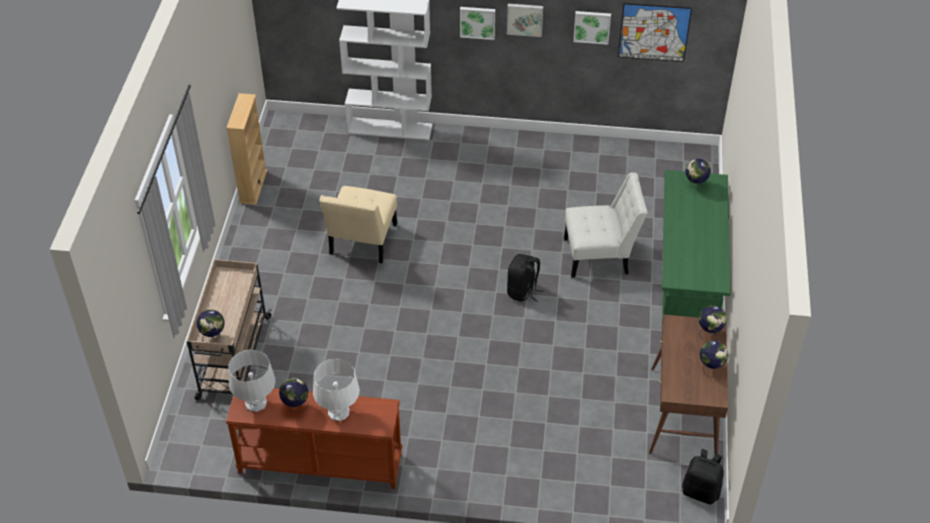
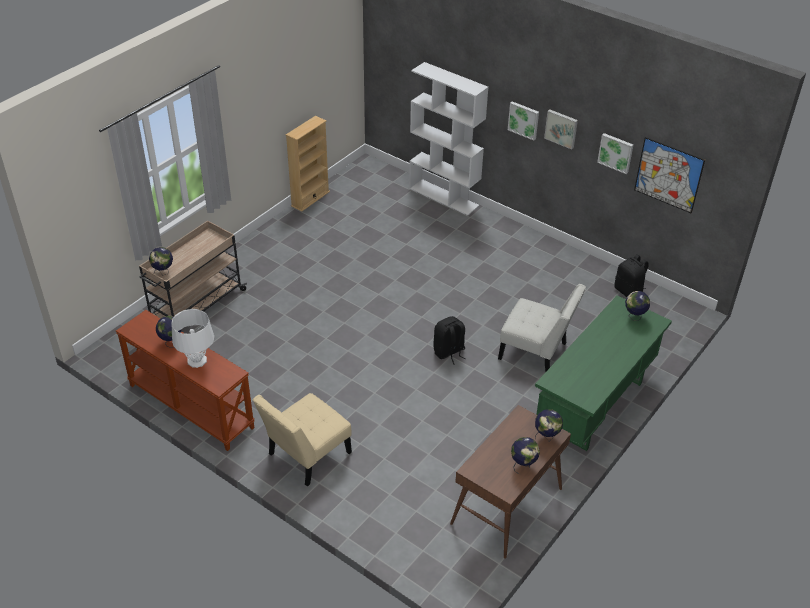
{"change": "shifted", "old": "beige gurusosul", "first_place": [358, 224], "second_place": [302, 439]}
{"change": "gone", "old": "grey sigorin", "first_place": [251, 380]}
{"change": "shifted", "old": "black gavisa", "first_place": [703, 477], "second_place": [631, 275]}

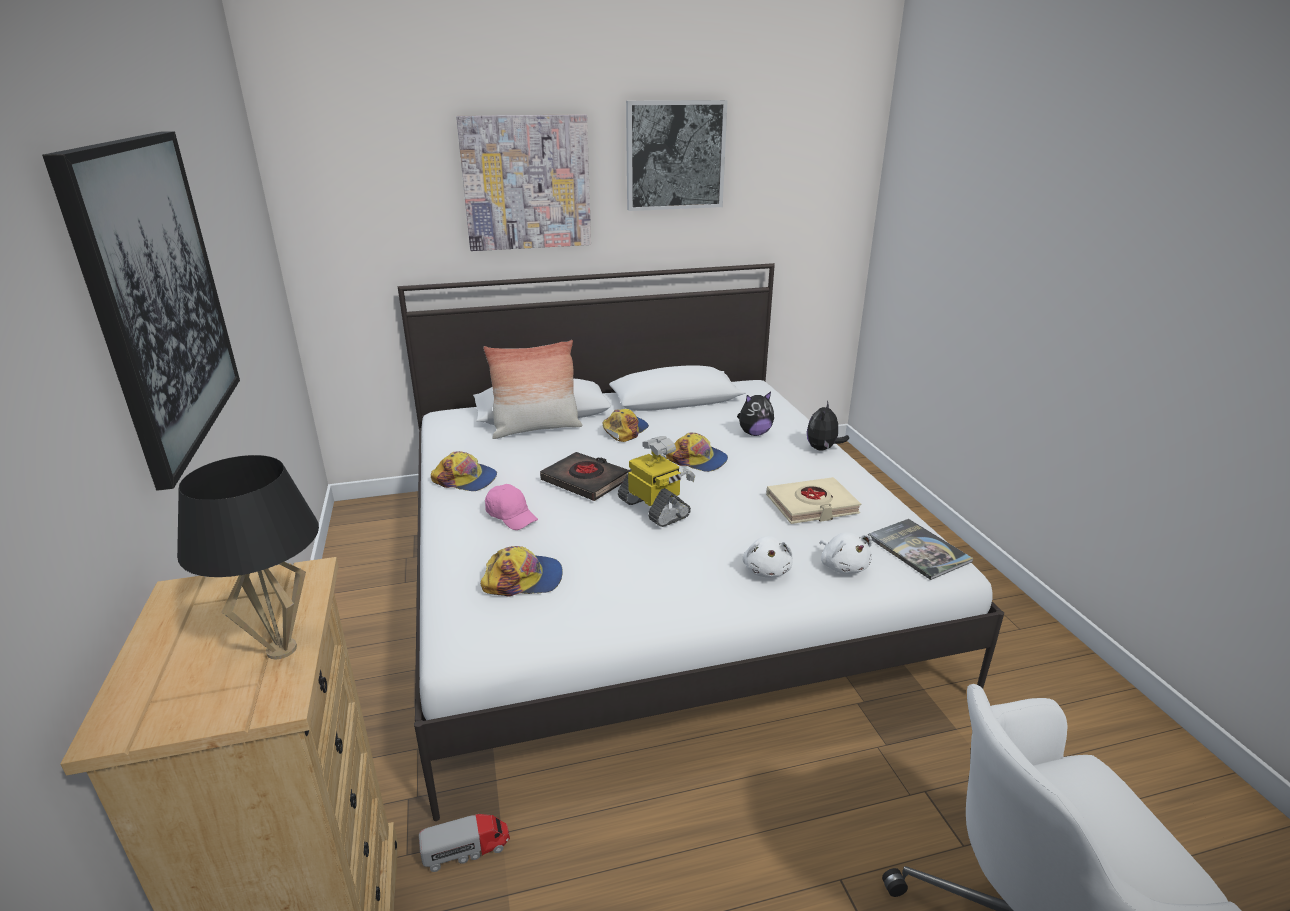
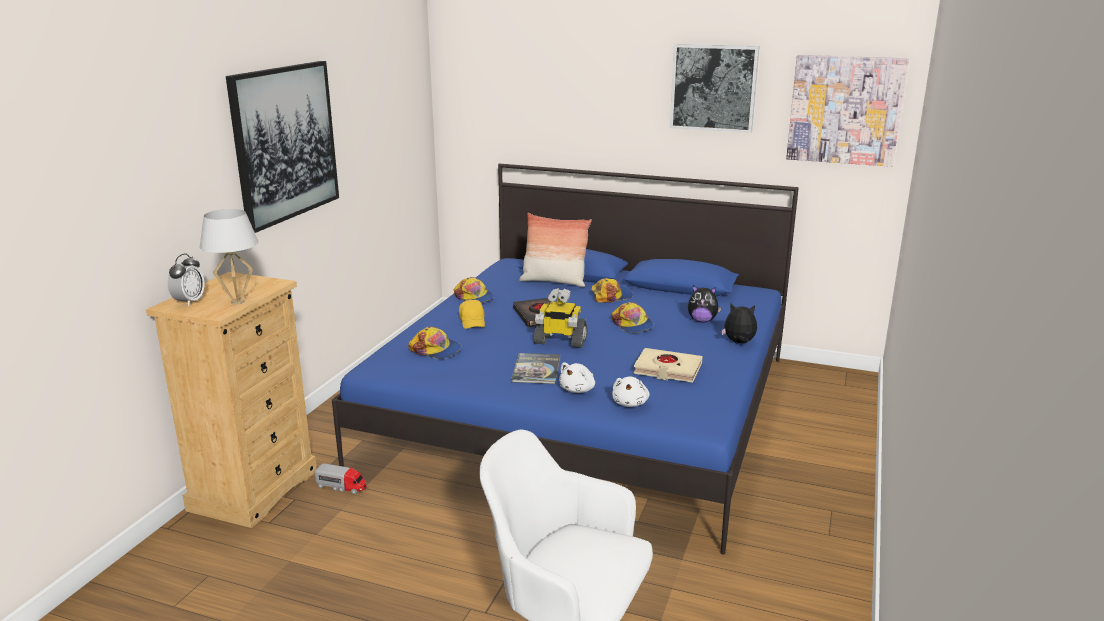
{"change": "shifted", "old": "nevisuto", "first_place": [523, 182], "second_place": [847, 111]}
{"change": "repainted", "old": "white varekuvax", "new": "blue varekuvax", "first_place": [701, 542], "second_place": [565, 359]}
{"change": "rotated", "old": "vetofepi", "first_place": [828, 425], "second_place": [739, 323], "degrees": 45}
{"change": "rotated", "old": "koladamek", "first_place": [656, 481], "second_place": [560, 318], "degrees": 105}
{"change": "repainted", "old": "black sigorin", "new": "white sigorin", "first_place": [248, 557], "second_place": [229, 256]}
{"change": "repainted", "old": "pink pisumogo", "new": "yellow pisumogo", "first_place": [511, 507], "second_place": [472, 314]}
{"change": "shifted", "old": "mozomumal", "first_place": [921, 549], "second_place": [535, 368]}
{"change": "new", "new": "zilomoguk", "second_place": [186, 280]}

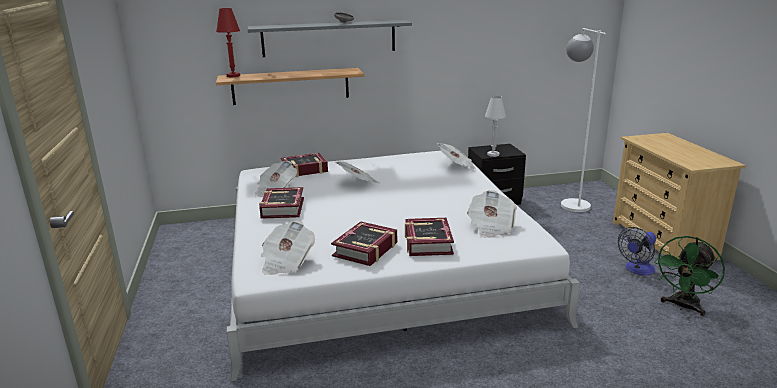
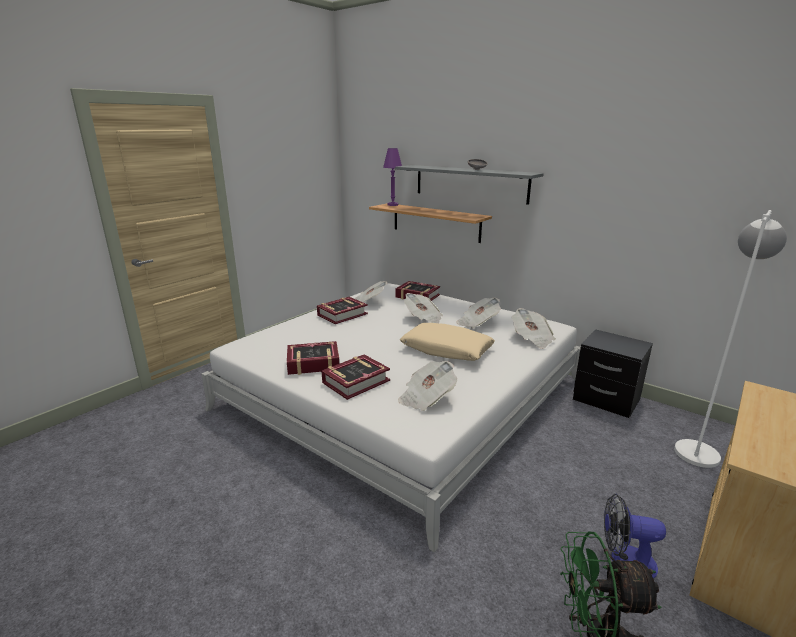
{"change": "repainted", "old": "red sigorin", "new": "purple sigorin", "first_place": [228, 42], "second_place": [392, 177]}
{"change": "gone", "old": "white sigorin", "first_place": [495, 126]}
{"change": "shifted", "old": "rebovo", "first_place": [288, 248], "second_place": [478, 313]}
{"change": "new", "new": "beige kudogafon", "second_place": [447, 342]}

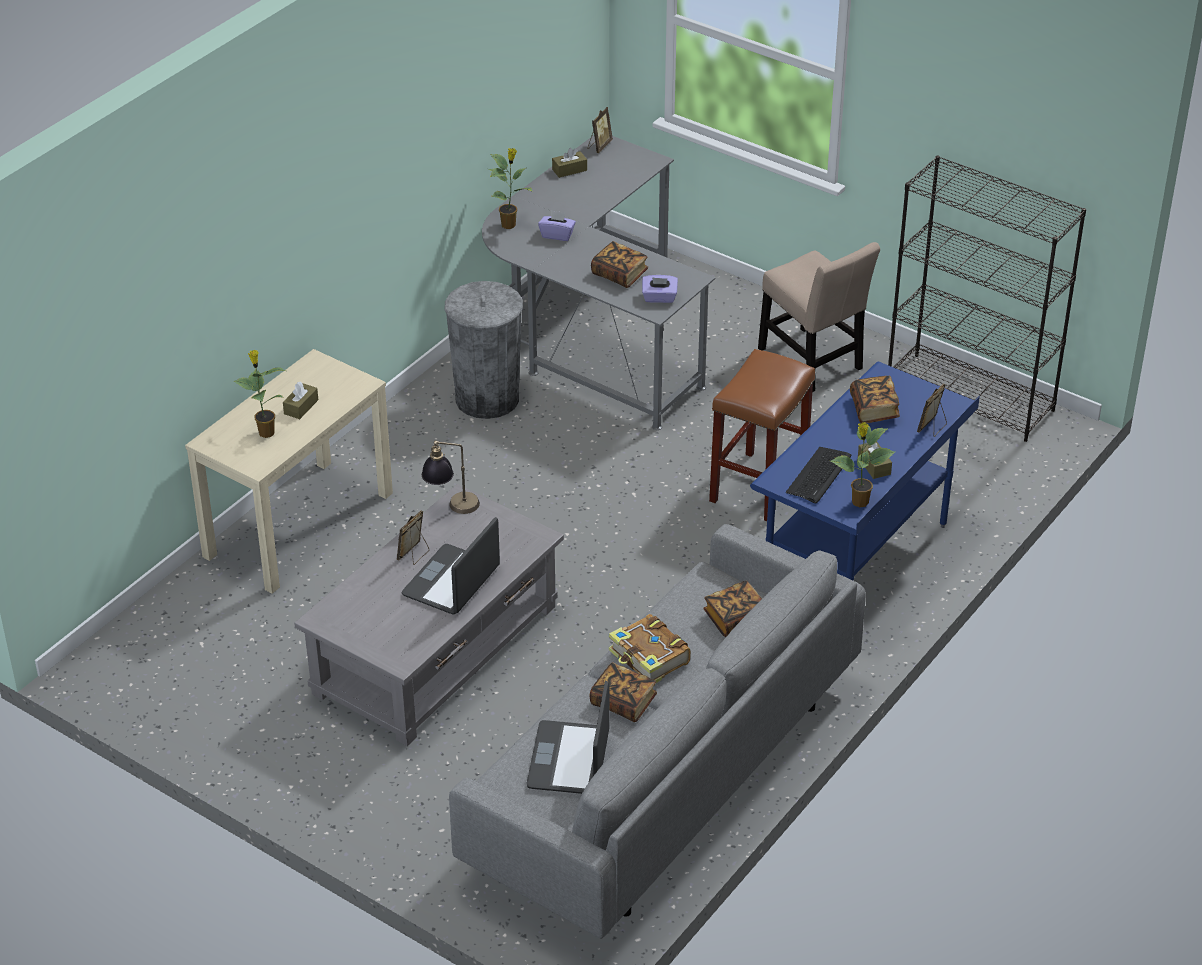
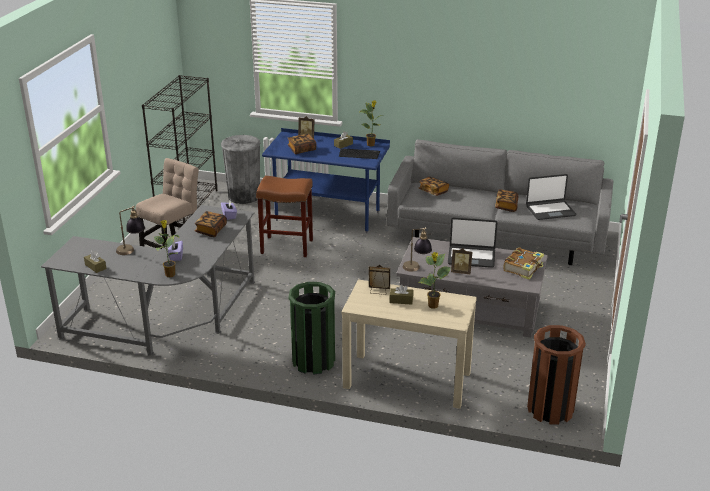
{"change": "shifted", "old": "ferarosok", "first_place": [600, 130], "second_place": [379, 280]}
{"change": "shifted", "old": "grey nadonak", "first_place": [484, 350], "second_place": [241, 169]}
{"change": "shifted", "old": "mozomumal", "first_place": [650, 648], "second_place": [523, 263]}
{"change": "new", "new": "sigorin", "second_place": [130, 230]}
{"change": "new", "new": "green nadonak", "second_place": [312, 328]}
{"change": "new", "new": "brown nadonak", "second_place": [556, 375]}

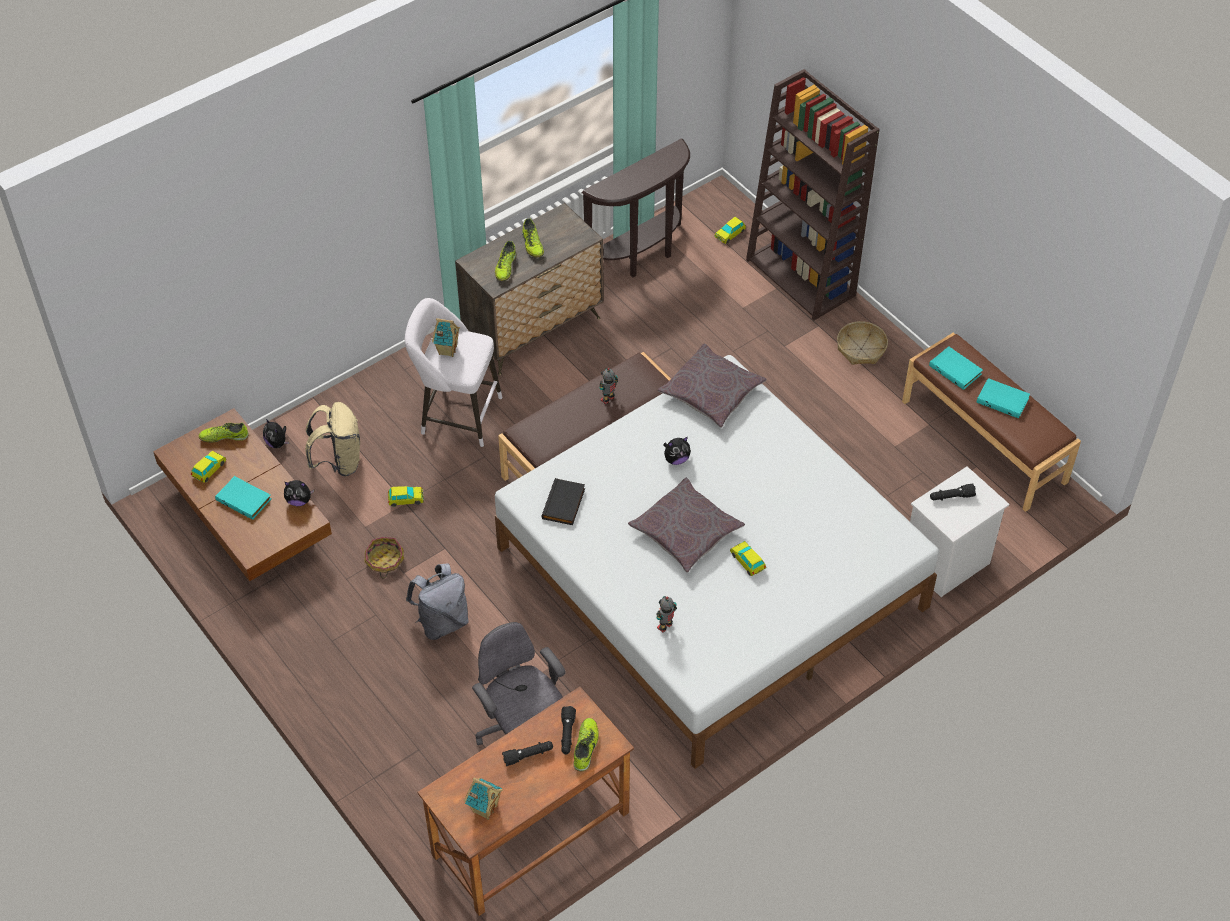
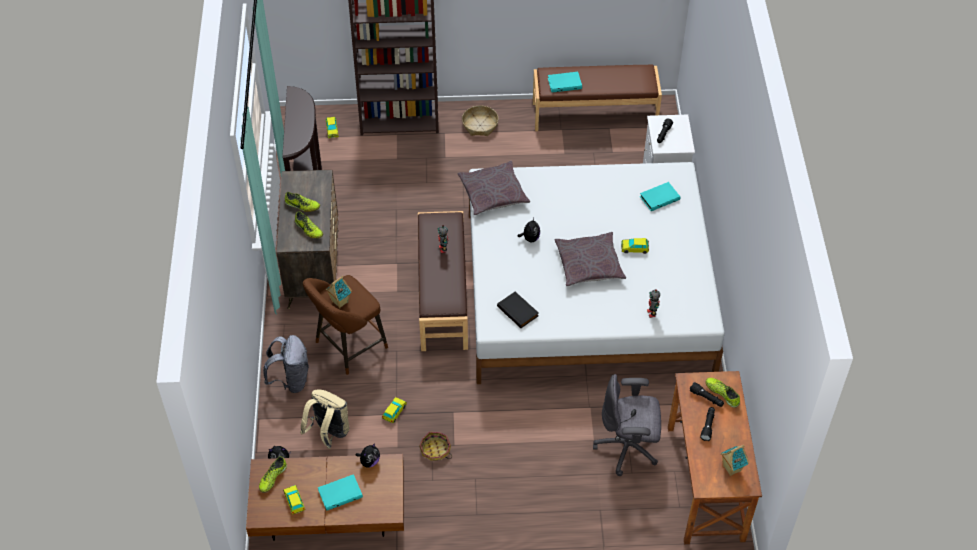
{"change": "repainted", "old": "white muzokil", "new": "brown muzokil", "first_place": [453, 372], "second_place": [345, 325]}
{"change": "shifted", "old": "turquoise mozomumal", "first_place": [1003, 398], "second_place": [660, 196]}
{"change": "shifted", "old": "grey gavisa", "first_place": [437, 601], "second_place": [286, 364]}

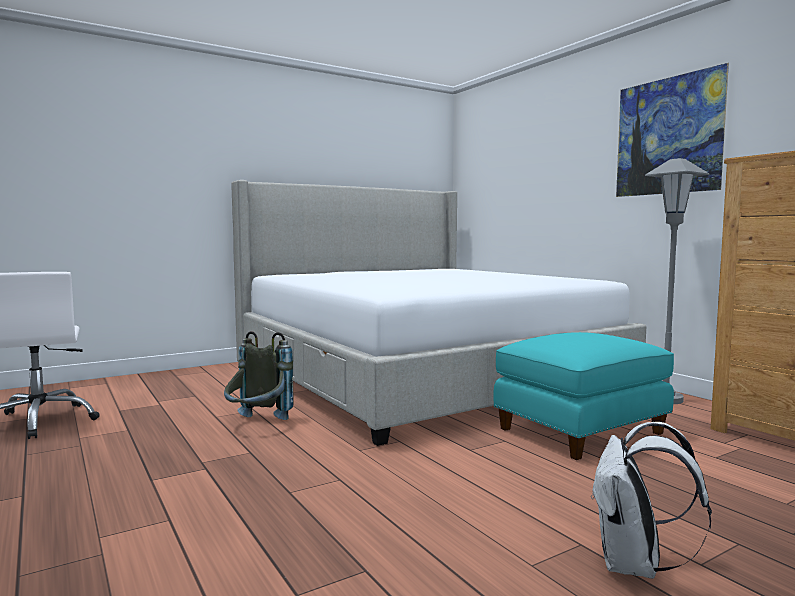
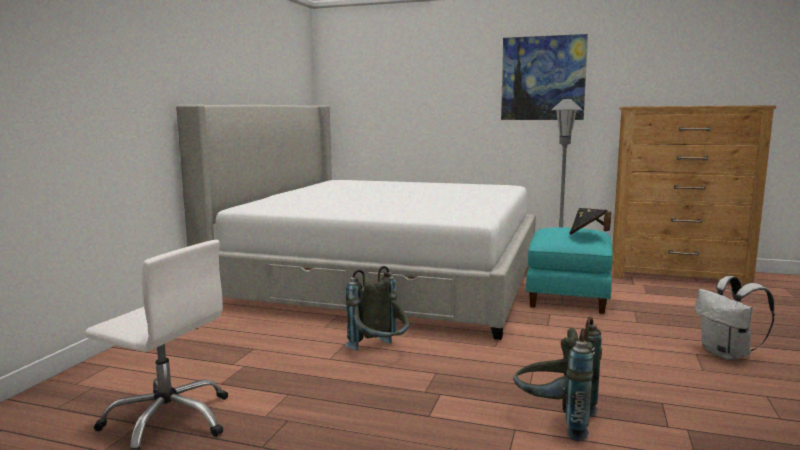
{"change": "new", "new": "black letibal", "second_place": [590, 221]}
{"change": "new", "new": "grey gavisa", "second_place": [557, 379]}

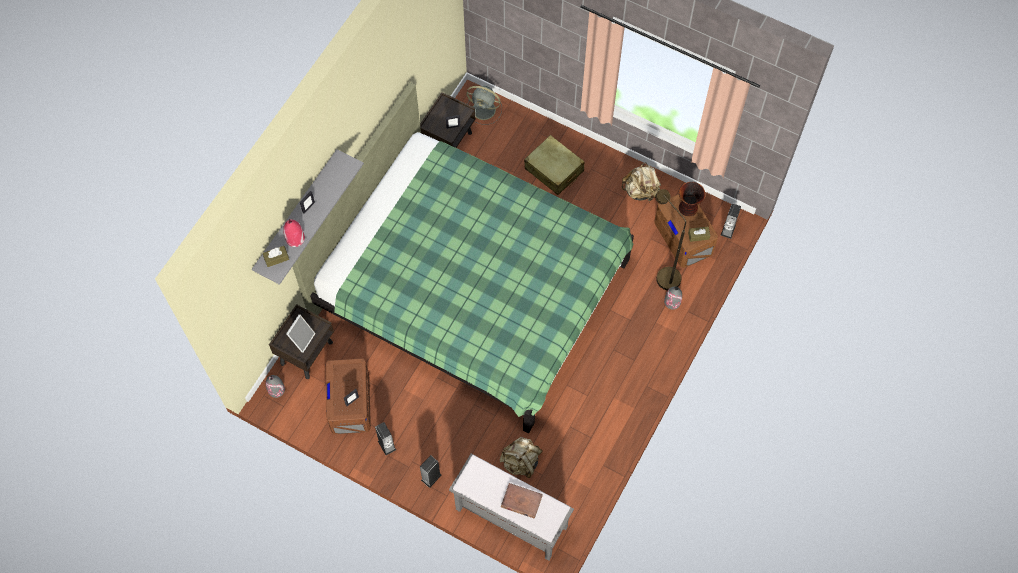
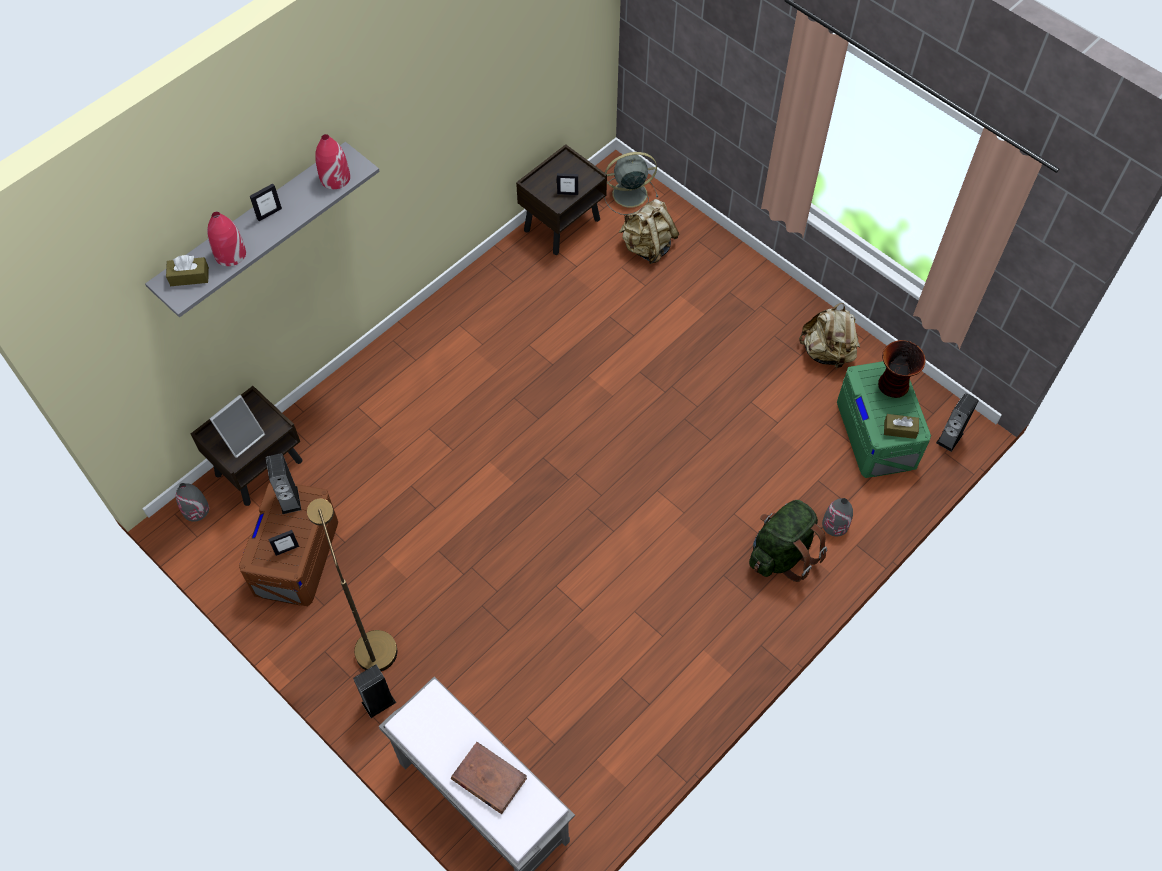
{"change": "gone", "old": "green varekuvax", "first_place": [463, 257]}
{"change": "rotated", "old": "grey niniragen", "first_place": [484, 105], "second_place": [631, 183], "degrees": 135}
{"change": "gone", "old": "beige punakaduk", "first_place": [554, 165]}
{"change": "shifted", "old": "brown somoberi", "first_place": [670, 239], "second_place": [352, 585]}
{"change": "repainted", "old": "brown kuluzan", "new": "green kuluzan", "first_place": [686, 231], "second_place": [884, 419]}
{"change": "shifted", "old": "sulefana", "first_place": [385, 438], "second_place": [283, 483]}
{"change": "shifted", "old": "beige gavisa", "first_place": [521, 457], "second_place": [649, 231]}
{"change": "new", "new": "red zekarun", "second_place": [332, 161]}
{"change": "new", "new": "green gavisa", "second_place": [788, 541]}

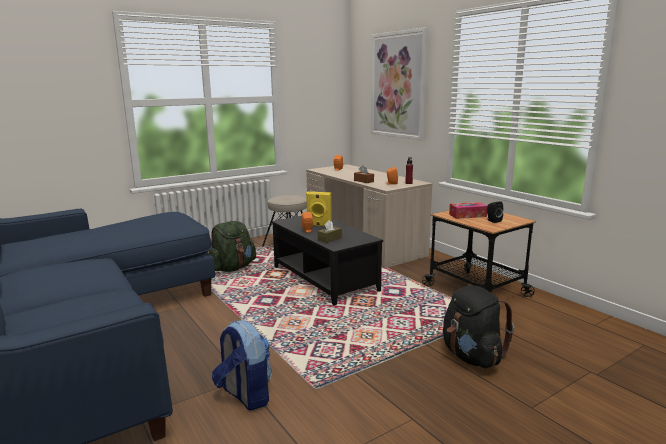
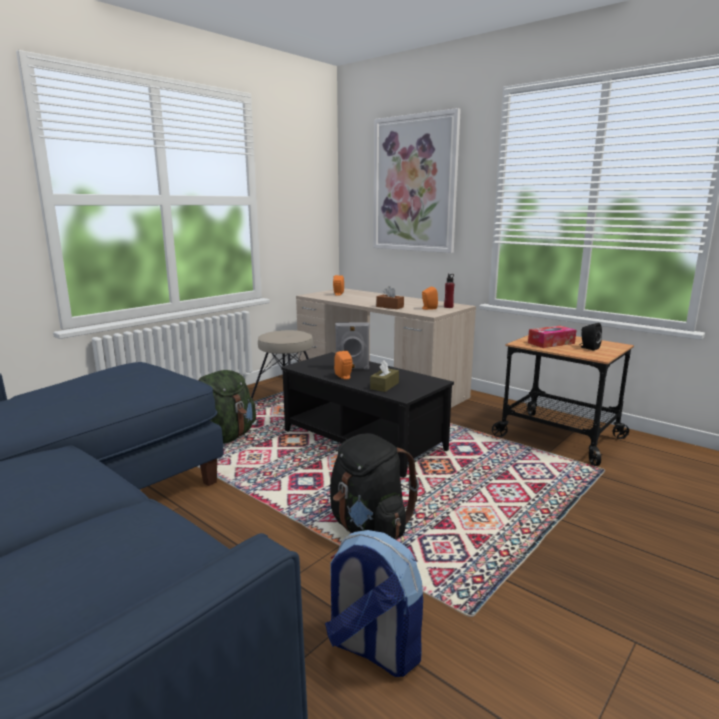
{"change": "repainted", "old": "yellow sulefana", "new": "grey sulefana", "first_place": [319, 208], "second_place": [352, 345]}
{"change": "shifted", "old": "black gavisa", "first_place": [478, 327], "second_place": [374, 486]}

